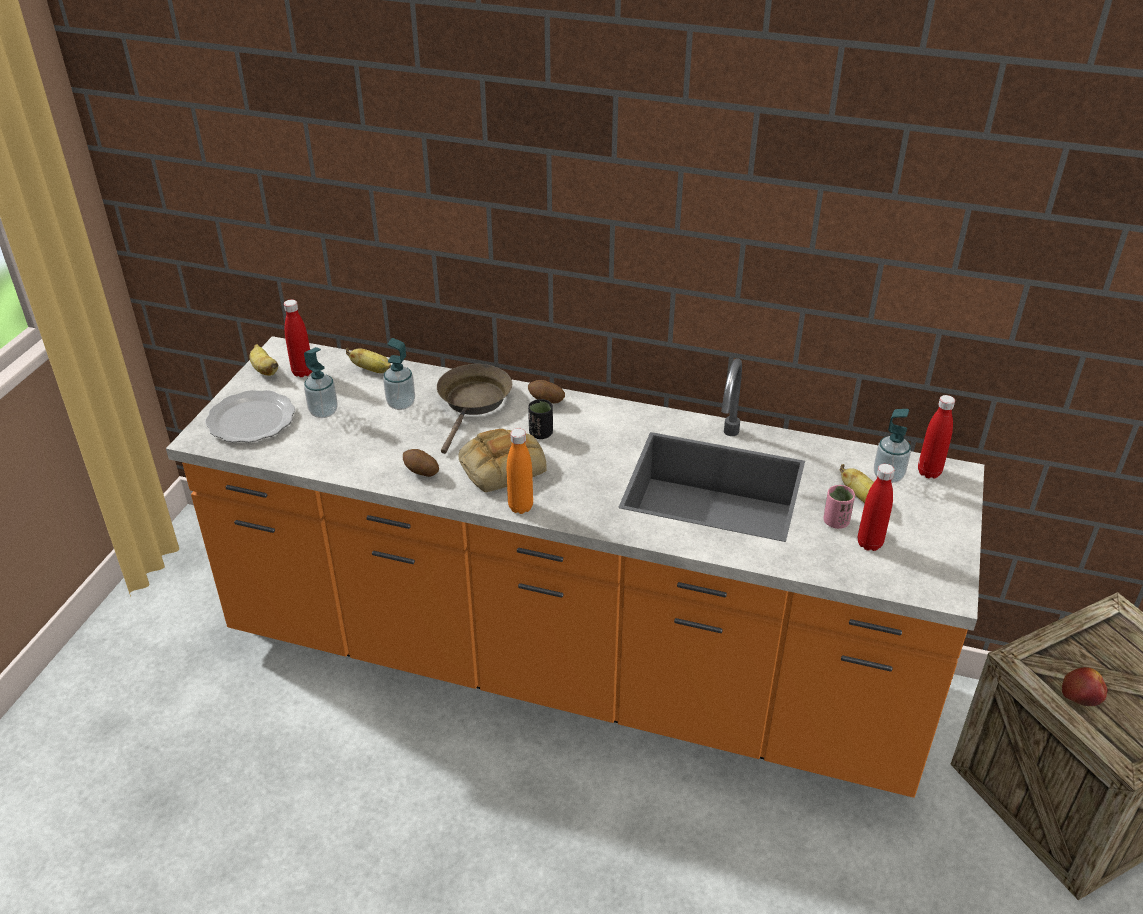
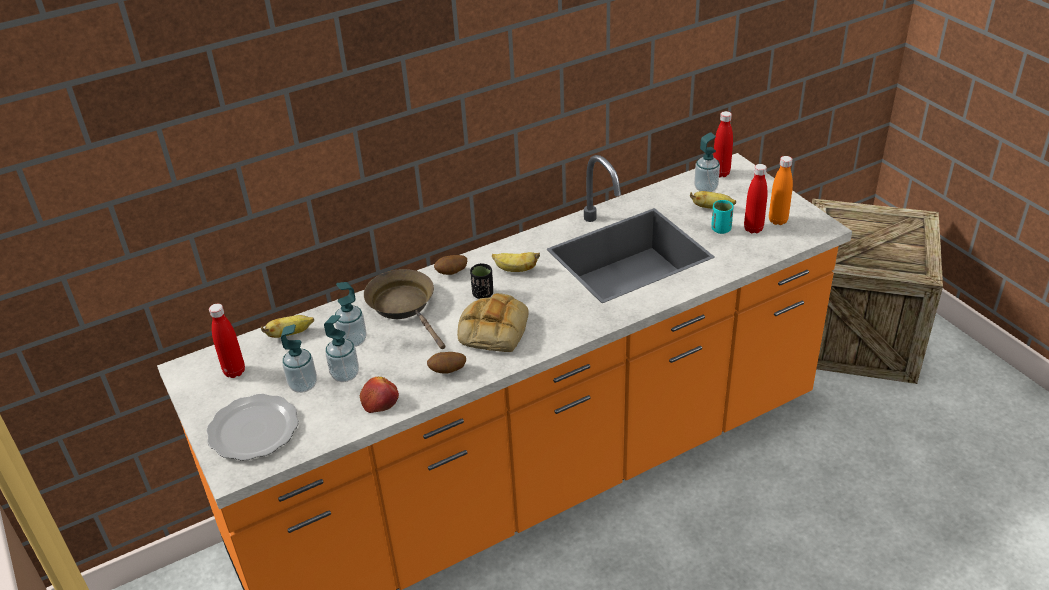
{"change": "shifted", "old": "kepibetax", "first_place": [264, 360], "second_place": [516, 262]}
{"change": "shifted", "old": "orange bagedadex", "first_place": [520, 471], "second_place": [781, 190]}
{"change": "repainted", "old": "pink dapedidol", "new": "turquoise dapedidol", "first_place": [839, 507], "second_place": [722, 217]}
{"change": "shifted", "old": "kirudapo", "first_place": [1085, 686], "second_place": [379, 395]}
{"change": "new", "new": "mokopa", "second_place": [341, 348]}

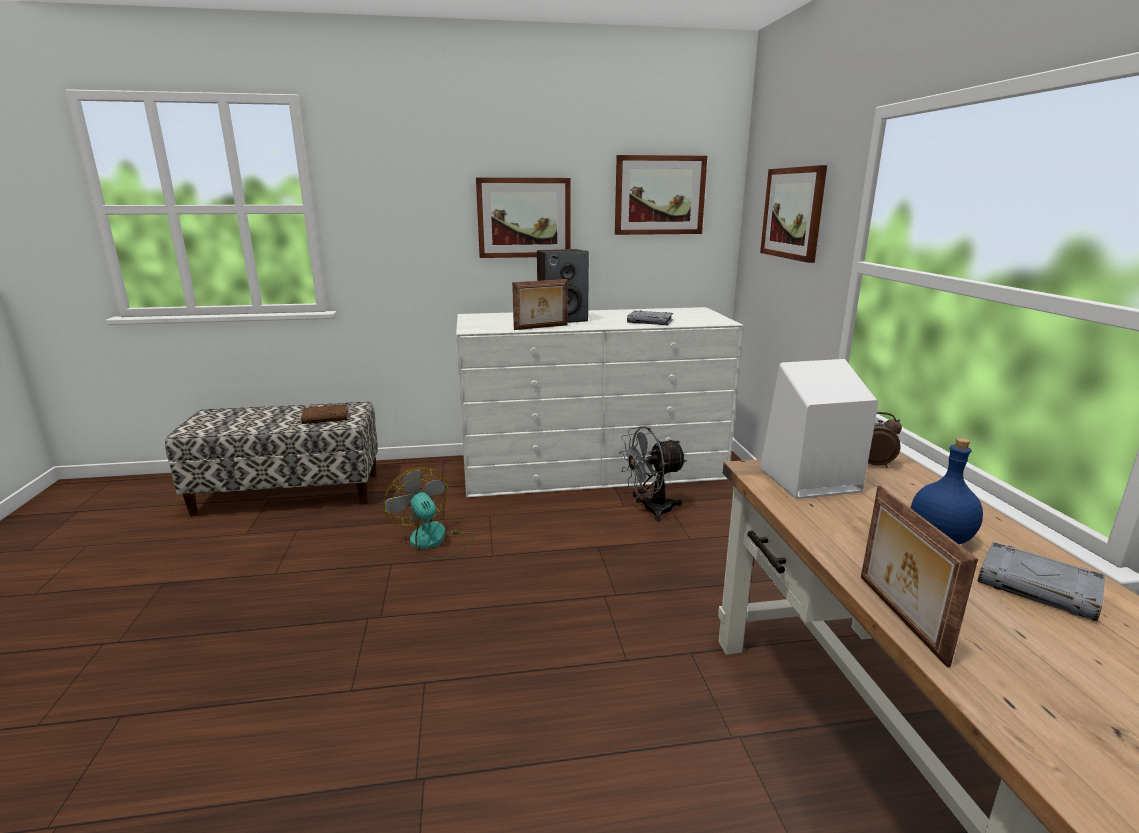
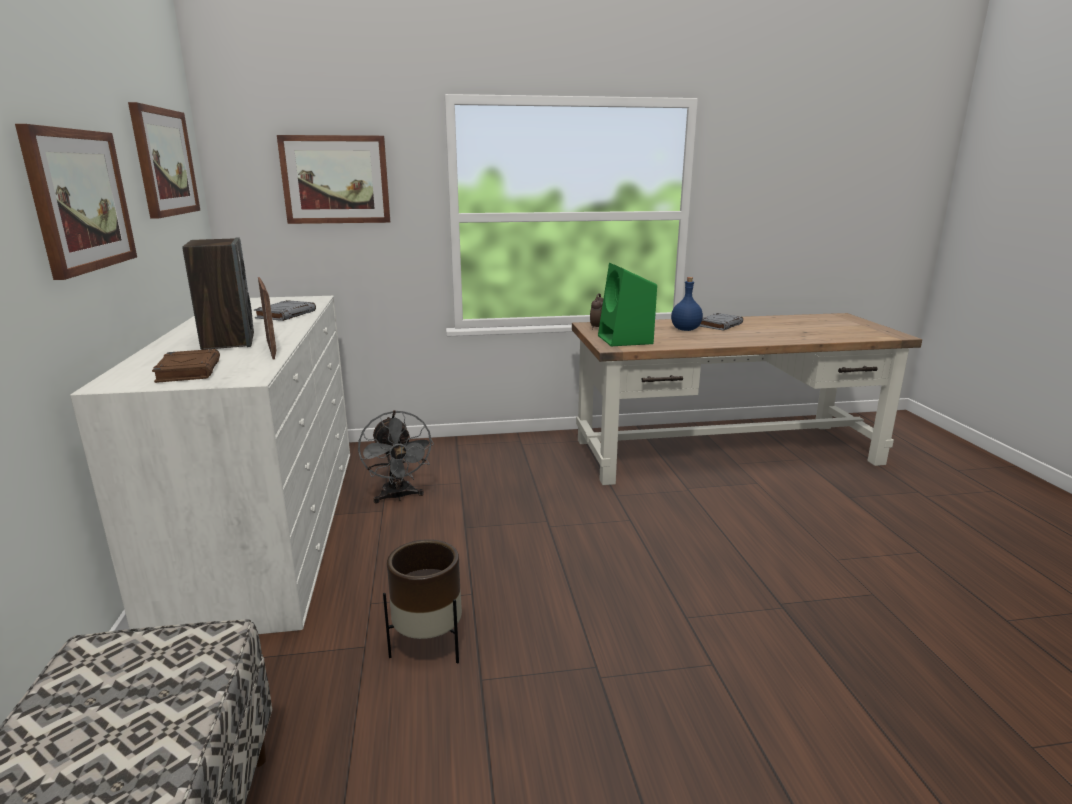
{"change": "repainted", "old": "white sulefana", "new": "green sulefana", "first_place": [819, 429], "second_place": [627, 304]}
{"change": "shifted", "old": "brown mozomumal", "first_place": [324, 414], "second_place": [186, 366]}
{"change": "swapped", "old": "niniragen", "new": "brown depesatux", "first_place": [429, 513], "second_place": [422, 601]}
{"change": "gone", "old": "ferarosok", "first_place": [919, 577]}

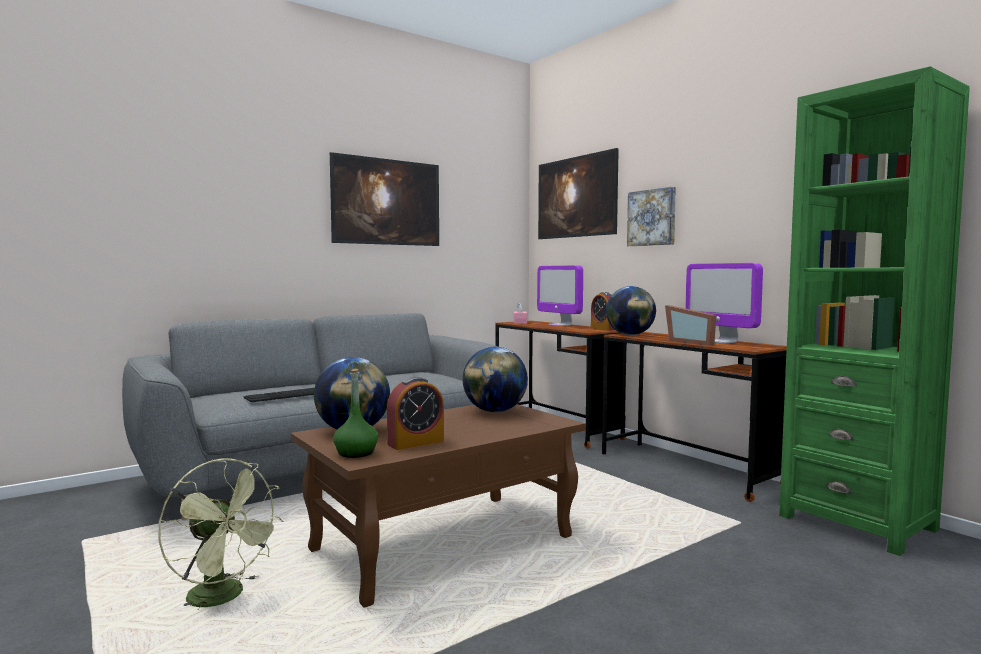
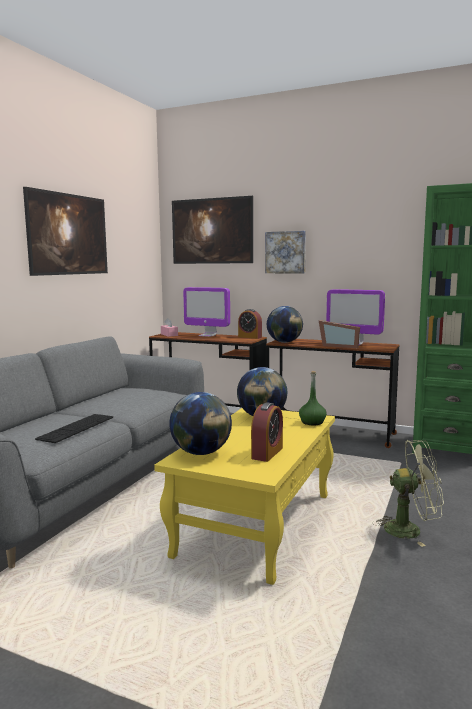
{"change": "shifted", "old": "green bagedadex", "first_place": [355, 413], "second_place": [313, 398]}
{"change": "repainted", "old": "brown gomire", "new": "yellow gomire", "first_place": [438, 506], "second_place": [244, 496]}
{"change": "shifted", "old": "green niniragen", "first_place": [221, 540], "second_place": [409, 493]}

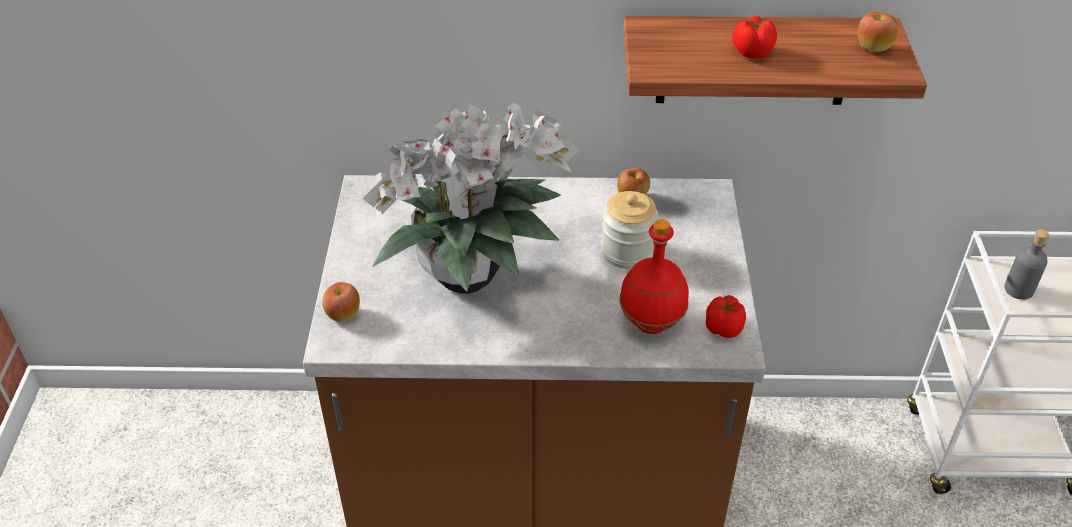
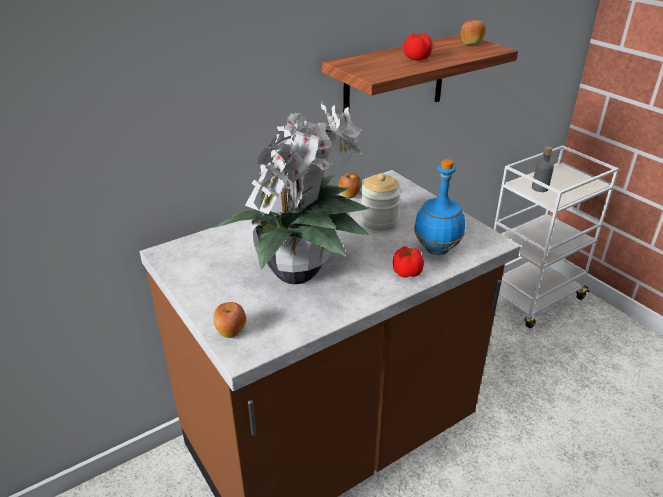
{"change": "repainted", "old": "red bagedadex", "new": "blue bagedadex", "first_place": [654, 276], "second_place": [439, 207]}
{"change": "shifted", "old": "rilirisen", "first_place": [726, 316], "second_place": [408, 262]}

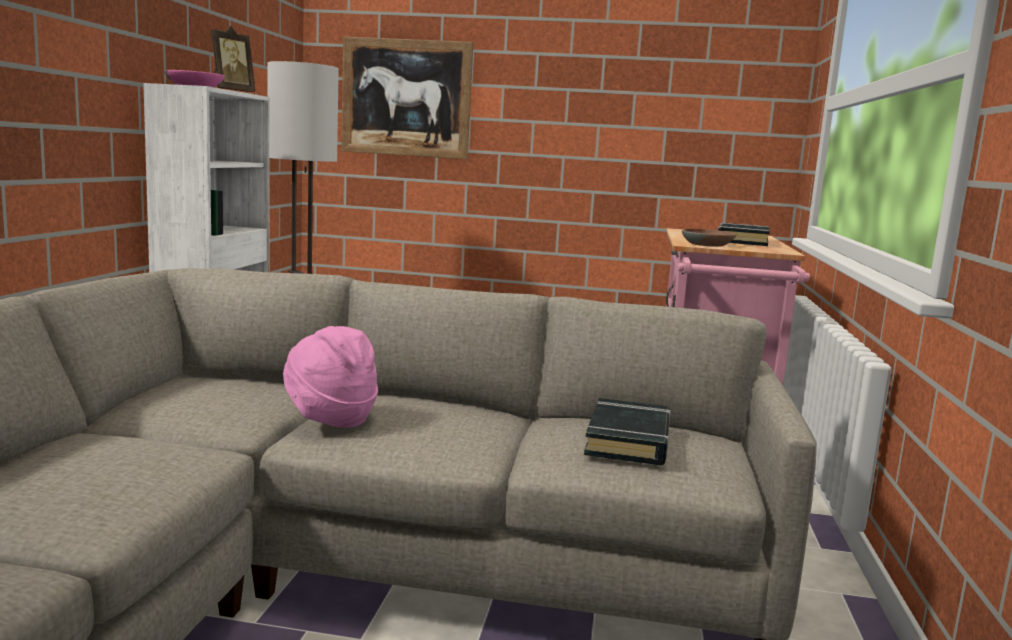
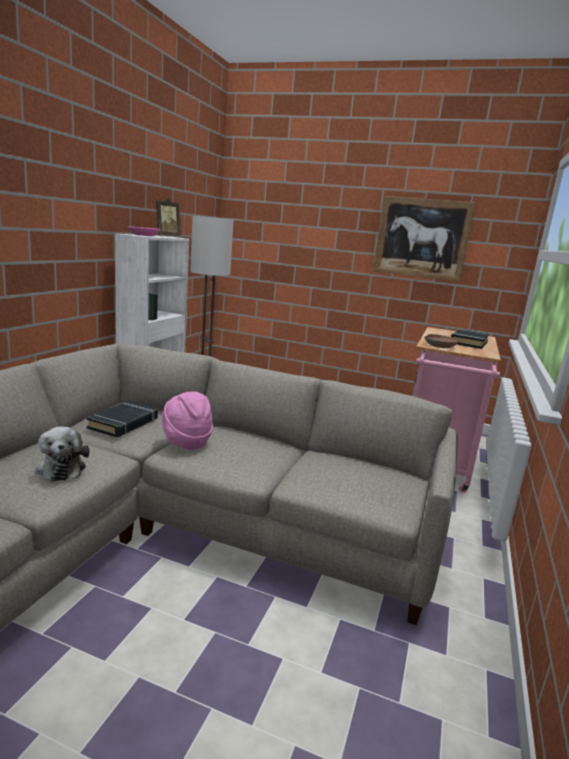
{"change": "shifted", "old": "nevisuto", "first_place": [407, 98], "second_place": [424, 239]}
{"change": "shifted", "old": "black mozomumal", "first_place": [627, 431], "second_place": [122, 419]}
{"change": "new", "new": "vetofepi", "second_place": [62, 454]}

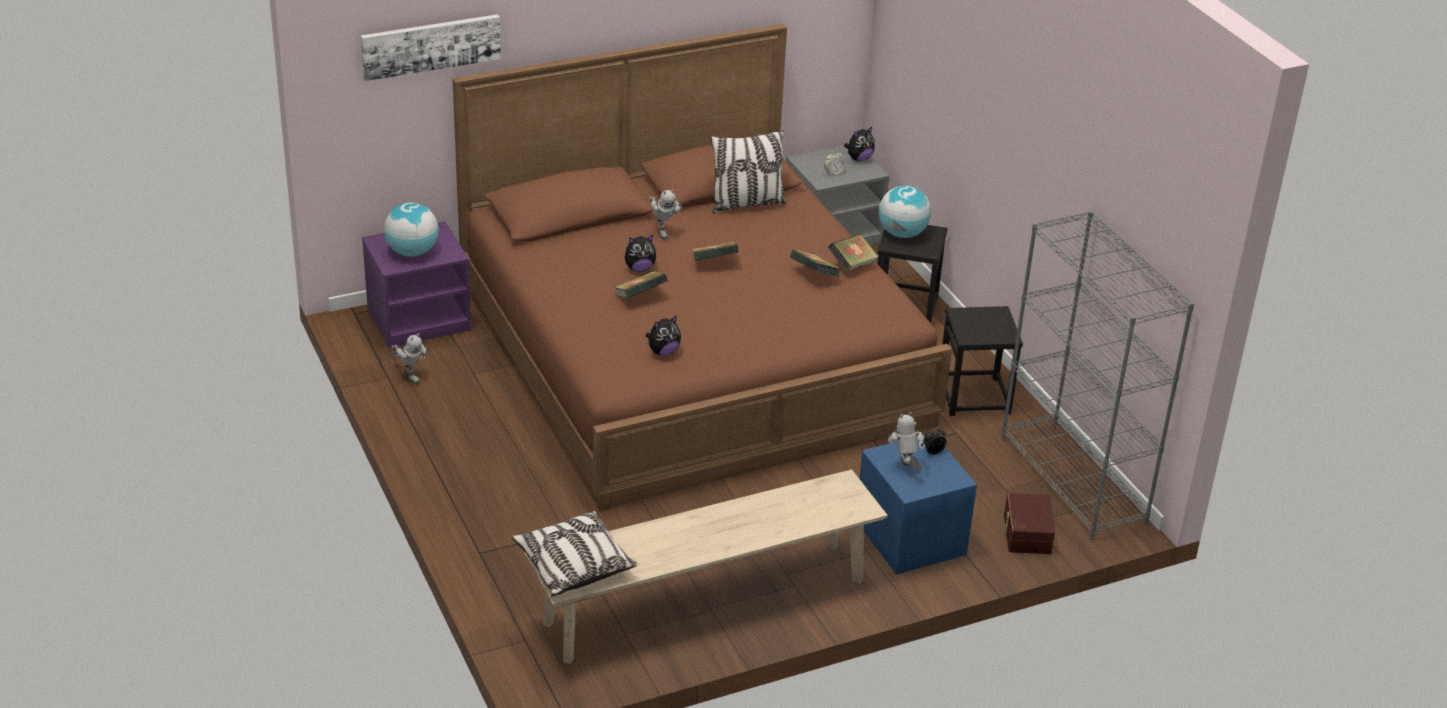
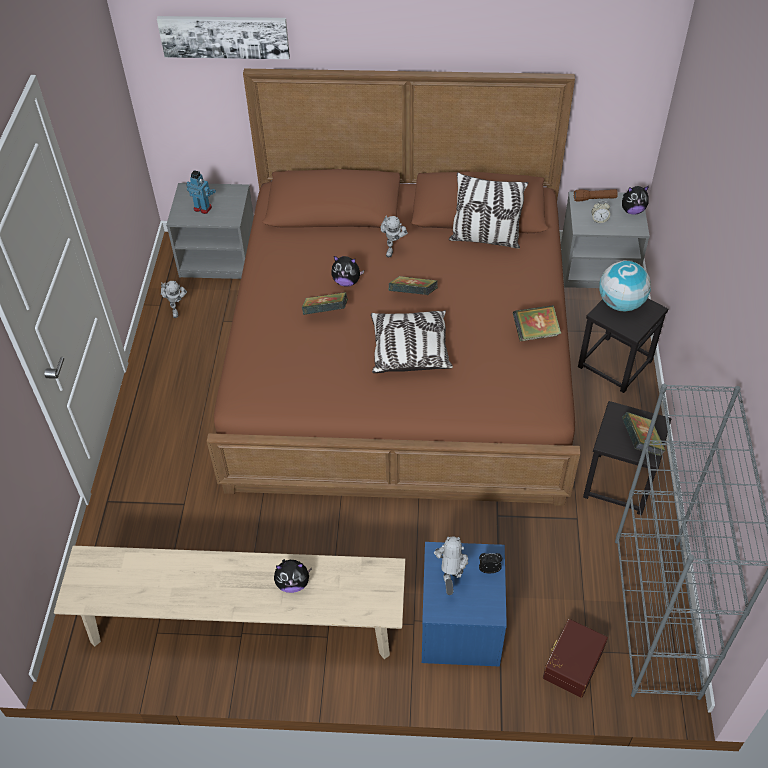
{"change": "swapped", "old": "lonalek", "new": "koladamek", "first_place": [411, 229], "second_place": [201, 192]}
{"change": "repainted", "old": "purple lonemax", "new": "grey lonemax", "first_place": [416, 284], "second_place": [210, 231]}
{"change": "shifted", "old": "mozomumal", "first_place": [816, 263], "second_place": [643, 434]}
{"change": "shifted", "old": "vetofepi", "first_place": [663, 335], "second_place": [293, 576]}
{"change": "shifted", "old": "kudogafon", "first_place": [574, 553], "second_place": [412, 341]}
{"change": "new", "new": "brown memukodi", "second_place": [596, 195]}

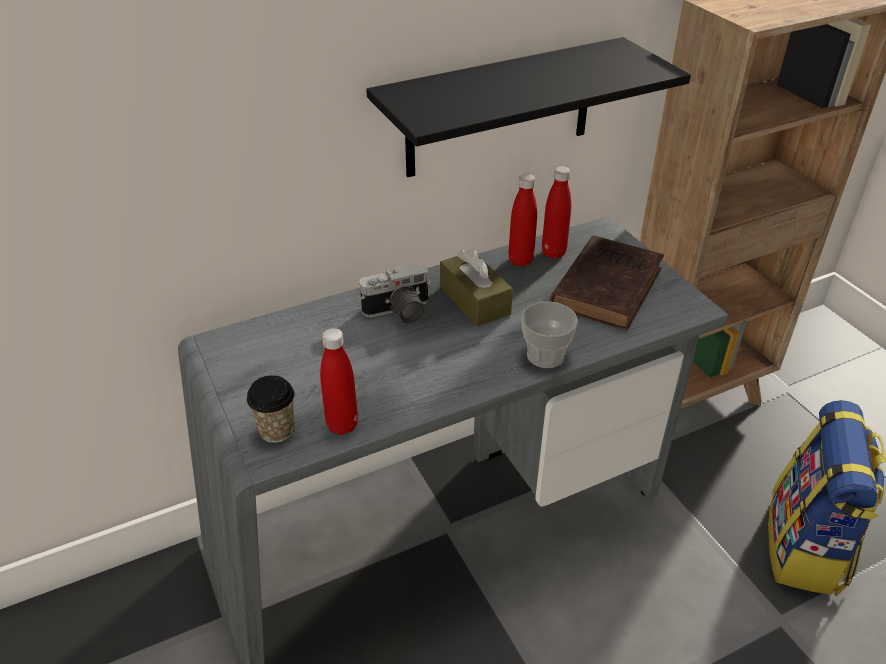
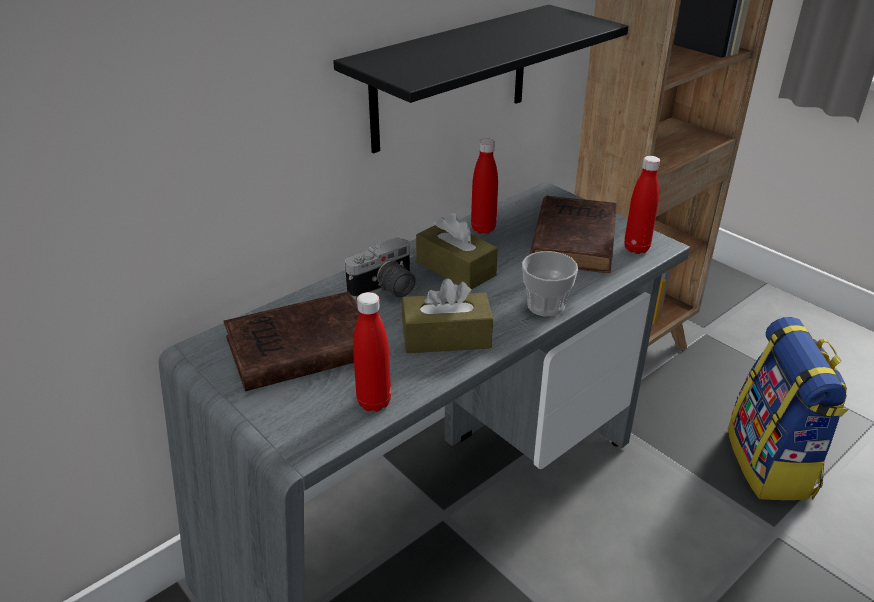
{"change": "shifted", "old": "red bagedadex", "first_place": [556, 212], "second_place": [642, 205]}
{"change": "gone", "old": "dapedidol", "first_place": [271, 409]}
{"change": "new", "new": "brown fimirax", "second_place": [447, 315]}
{"change": "new", "new": "brown mozomumal", "second_place": [291, 341]}

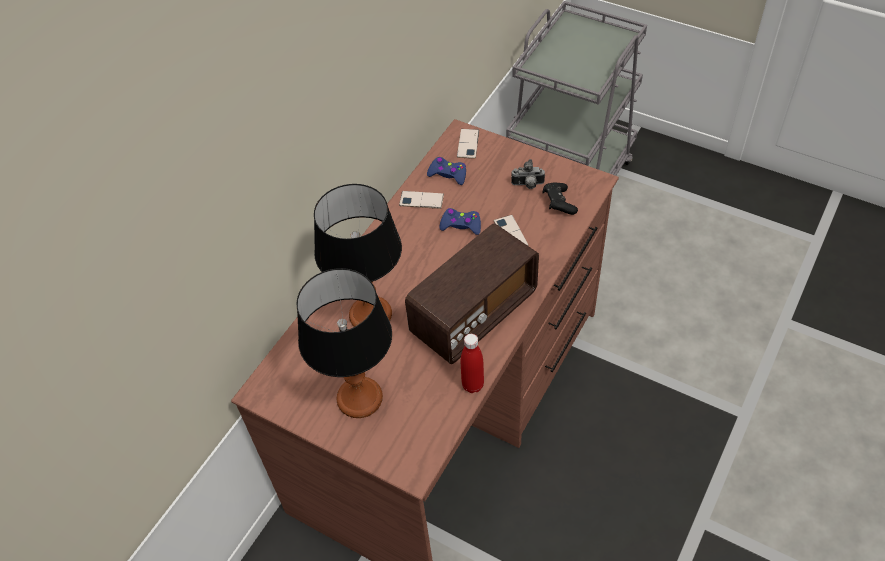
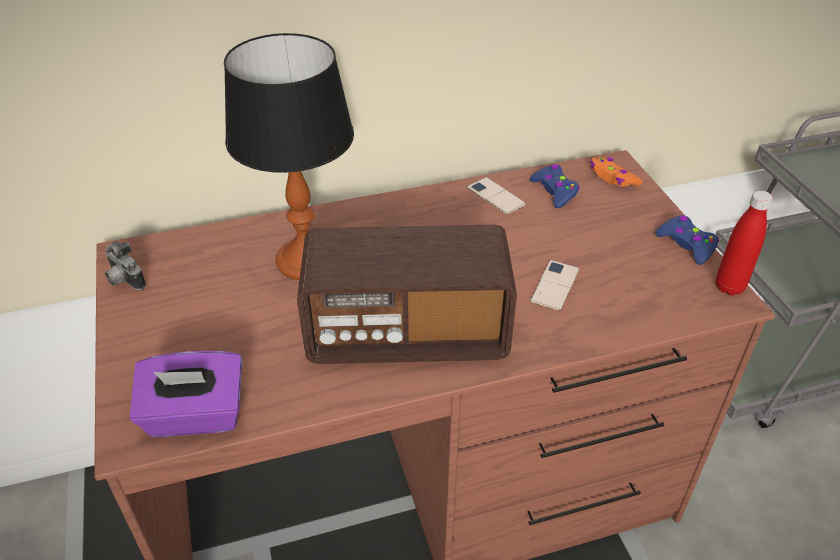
{"change": "swapped", "old": "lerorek", "new": "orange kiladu", "first_place": [468, 144], "second_place": [616, 171]}
{"change": "shifted", "old": "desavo", "first_place": [528, 174], "second_place": [125, 265]}
{"change": "gone", "old": "black kiladu", "first_place": [560, 198]}
{"change": "shifted", "old": "blue kiladu", "first_place": [460, 221], "second_place": [687, 240]}
{"change": "gone", "old": "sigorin", "first_place": [344, 343]}
{"change": "shifted", "old": "red bagedadex", "first_place": [472, 363], "second_place": [744, 242]}
{"change": "new", "new": "purple fimirax", "second_place": [186, 394]}

